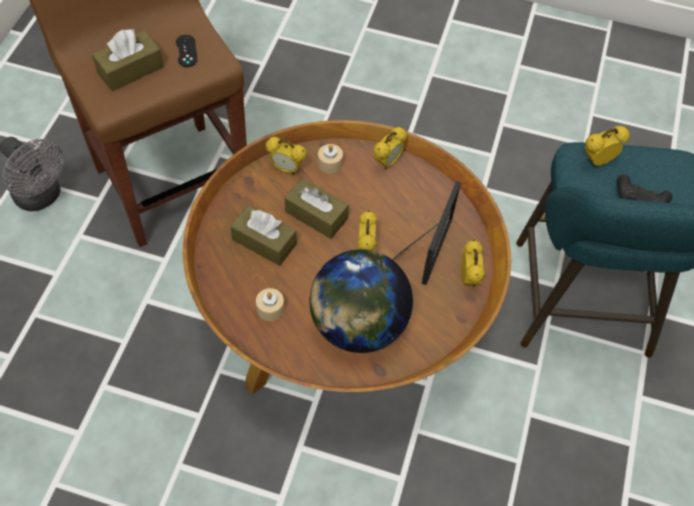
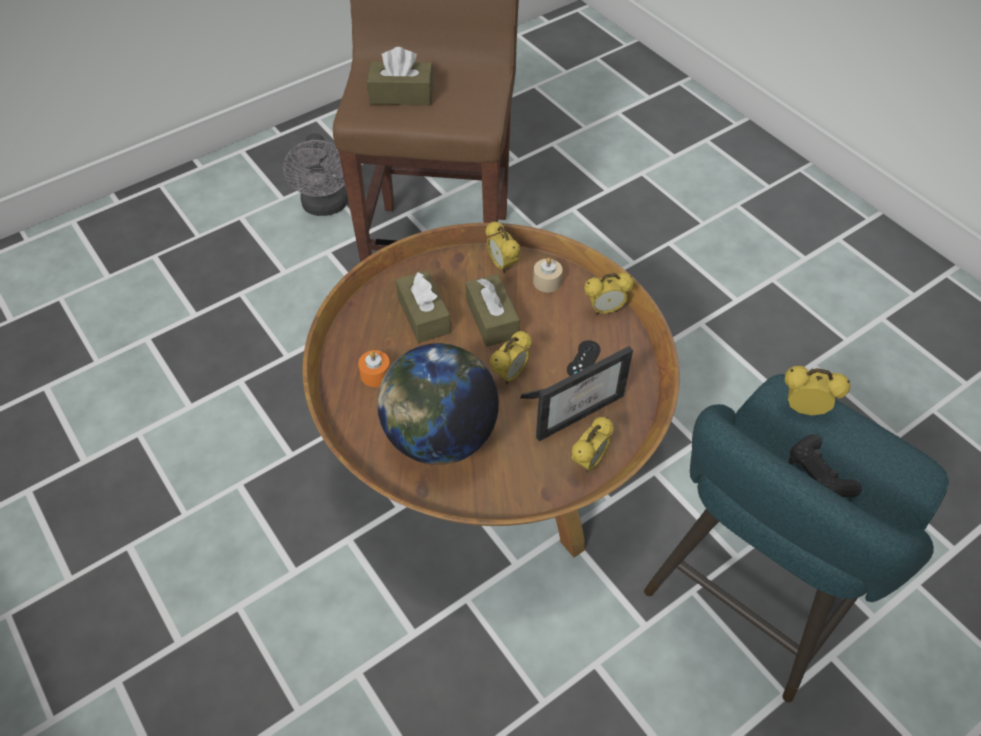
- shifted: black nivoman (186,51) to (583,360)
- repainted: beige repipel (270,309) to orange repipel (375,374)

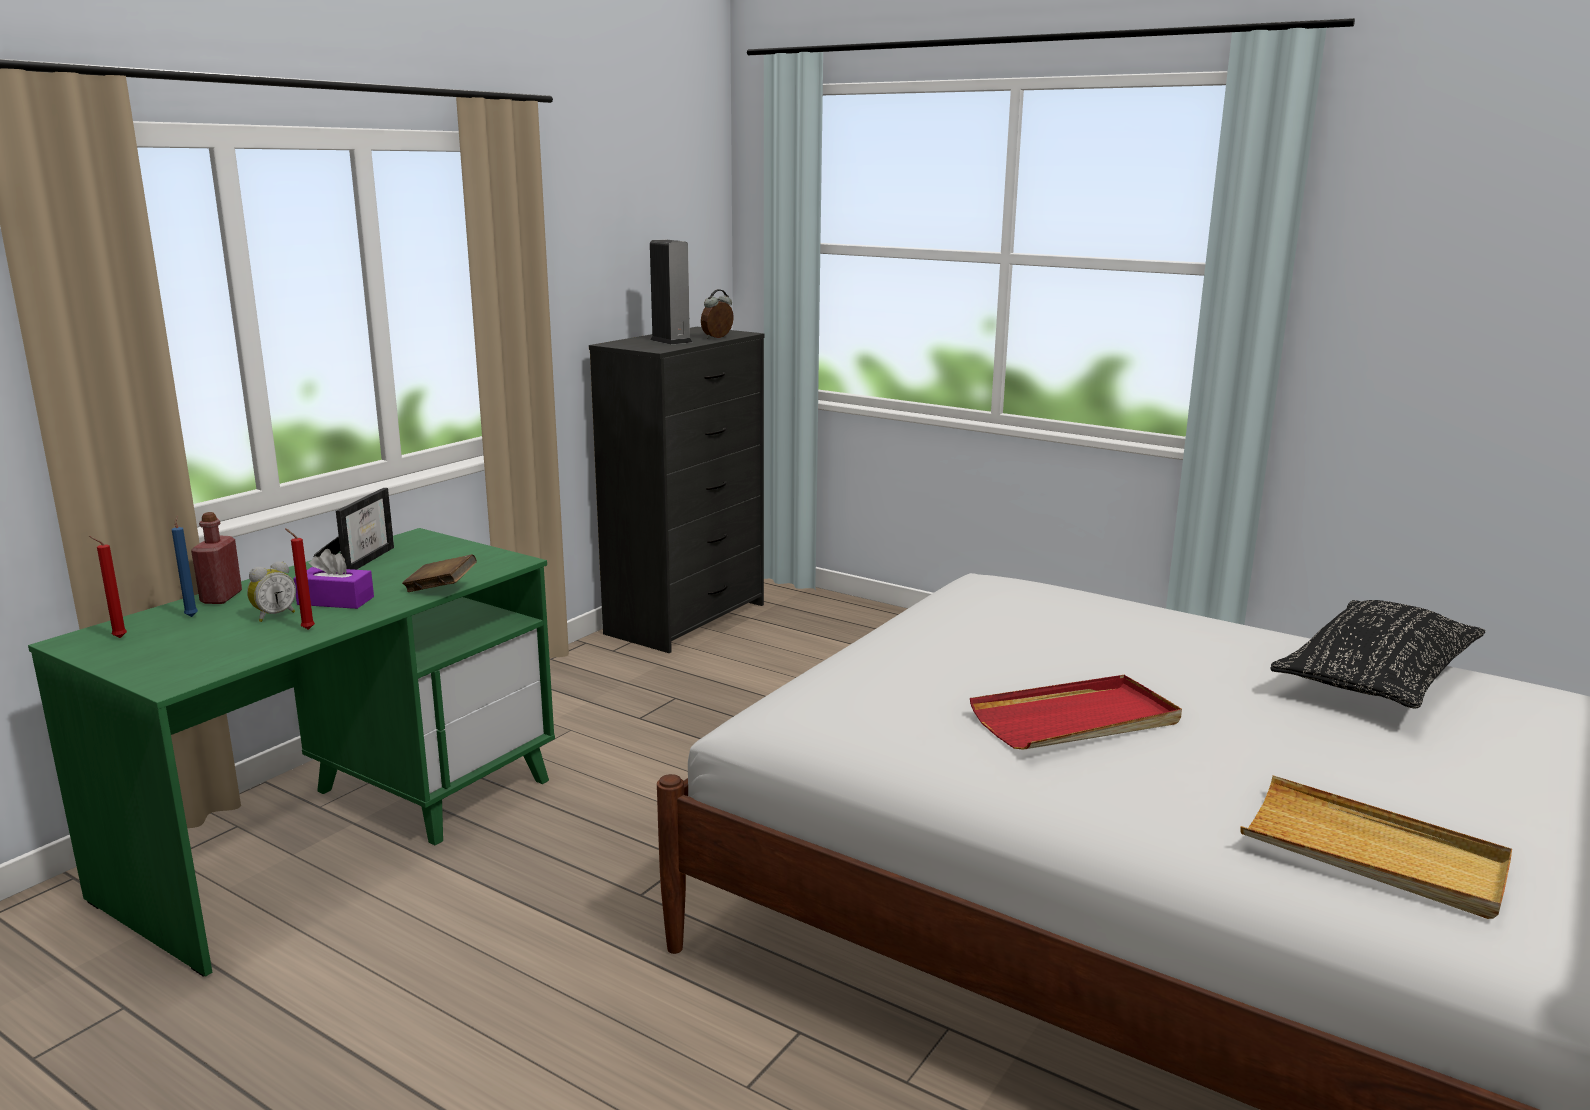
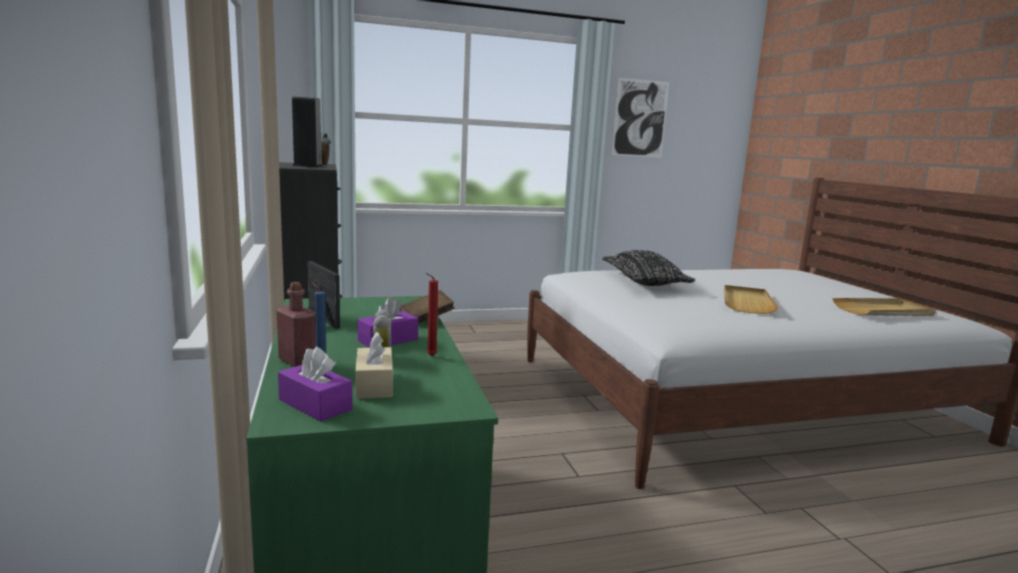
- swapped: red repipel (117,638) to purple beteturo (315,404)
- repainted: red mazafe (1076,720) to beige mazafe (746,302)
- shifted: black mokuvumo (1376,678) to (643,282)
- new: beige beteturo (374,385)
- new: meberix (640,118)

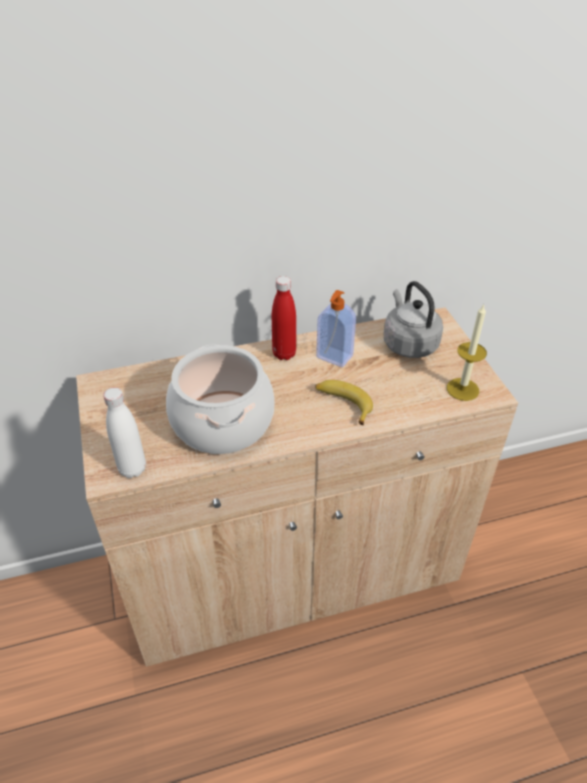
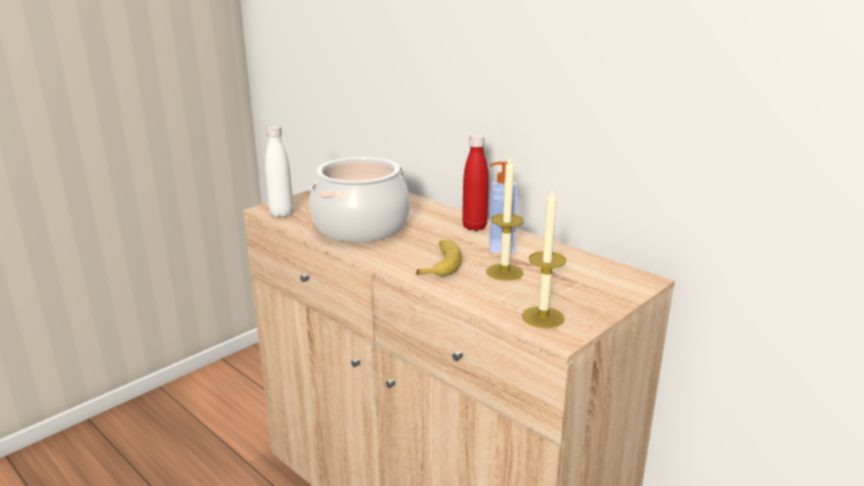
- gone: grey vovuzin (408,343)
- new: repipel (504,272)

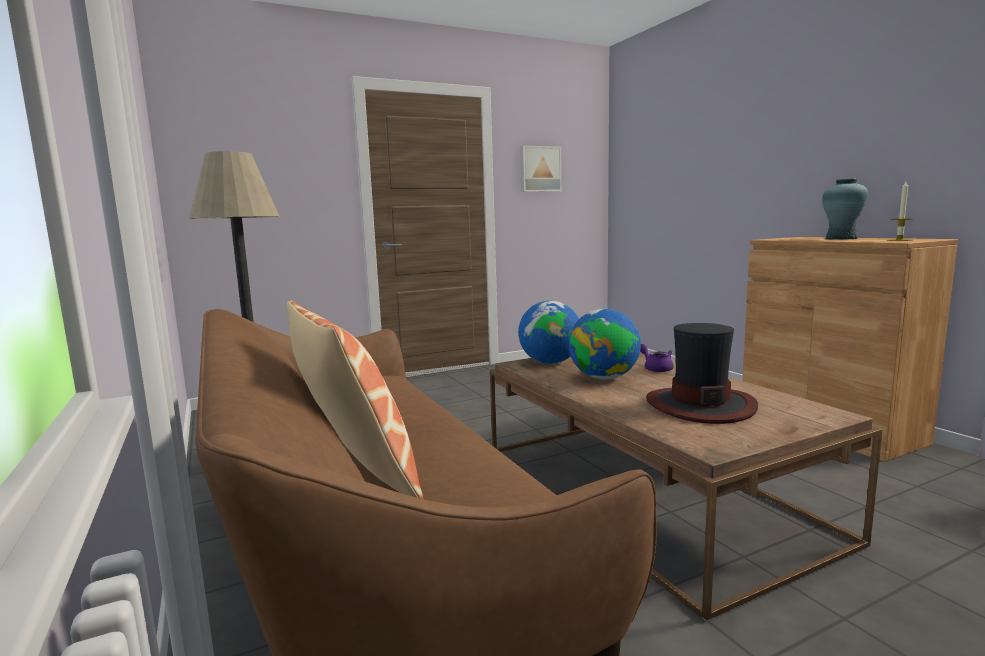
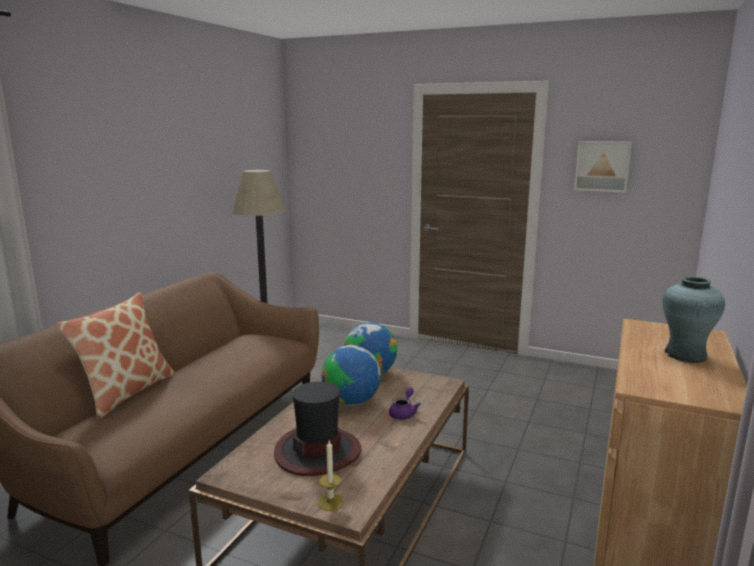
- shifted: repipel (899,240) to (330,502)

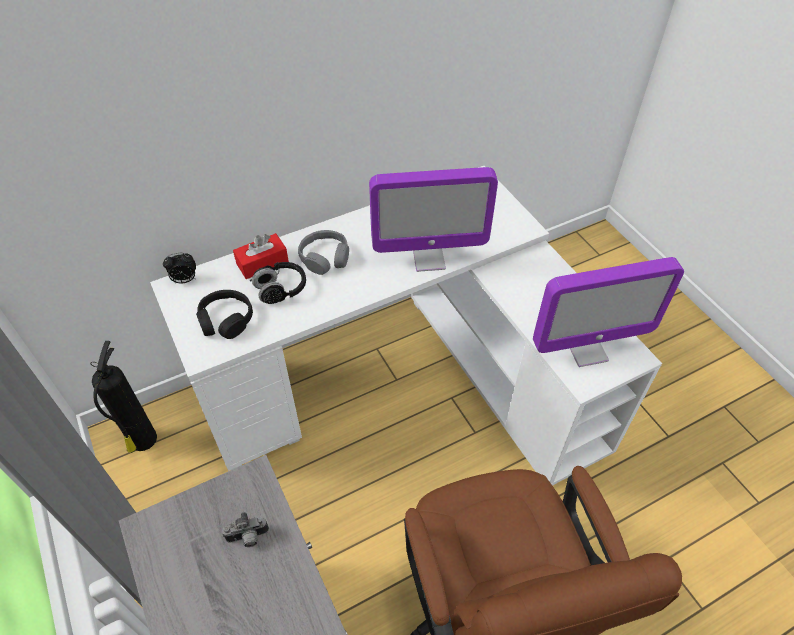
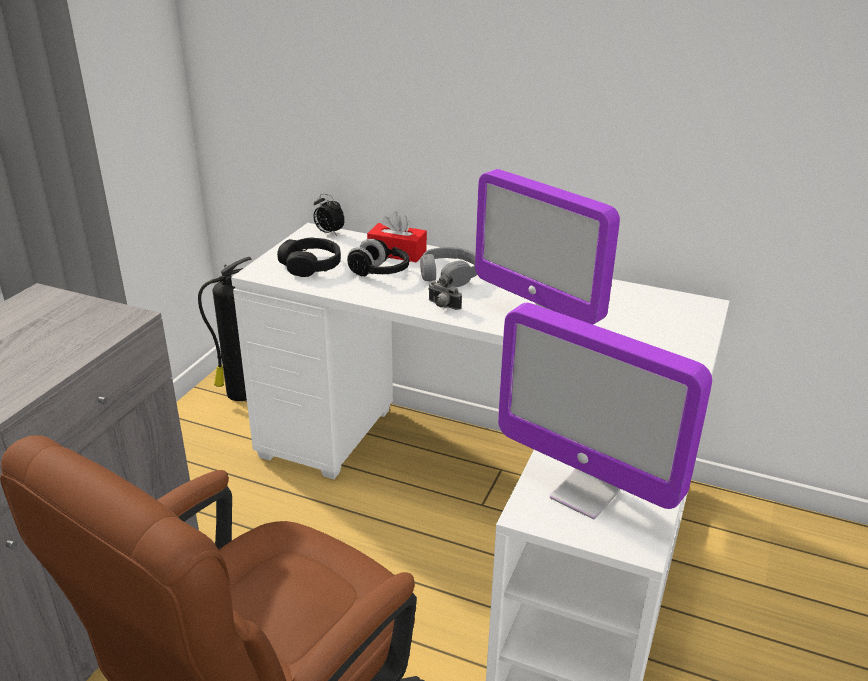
- shifted: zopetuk (248,538) to (442,306)

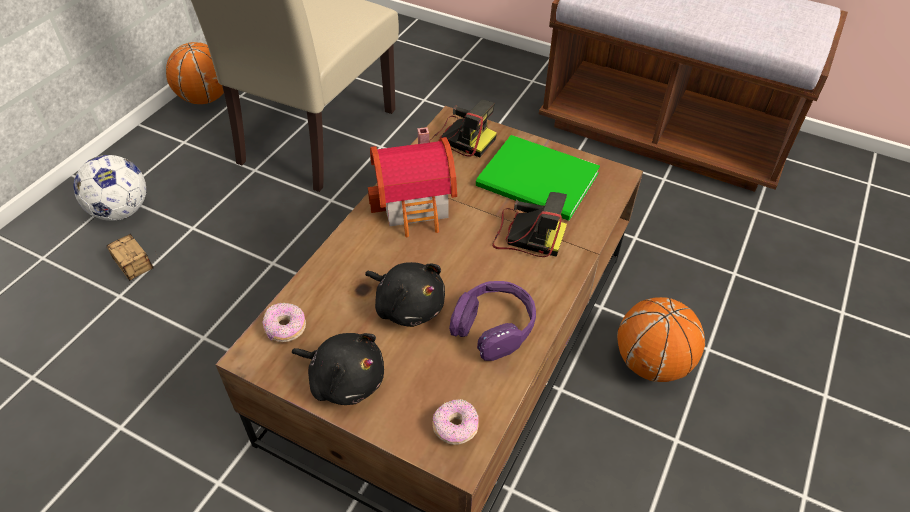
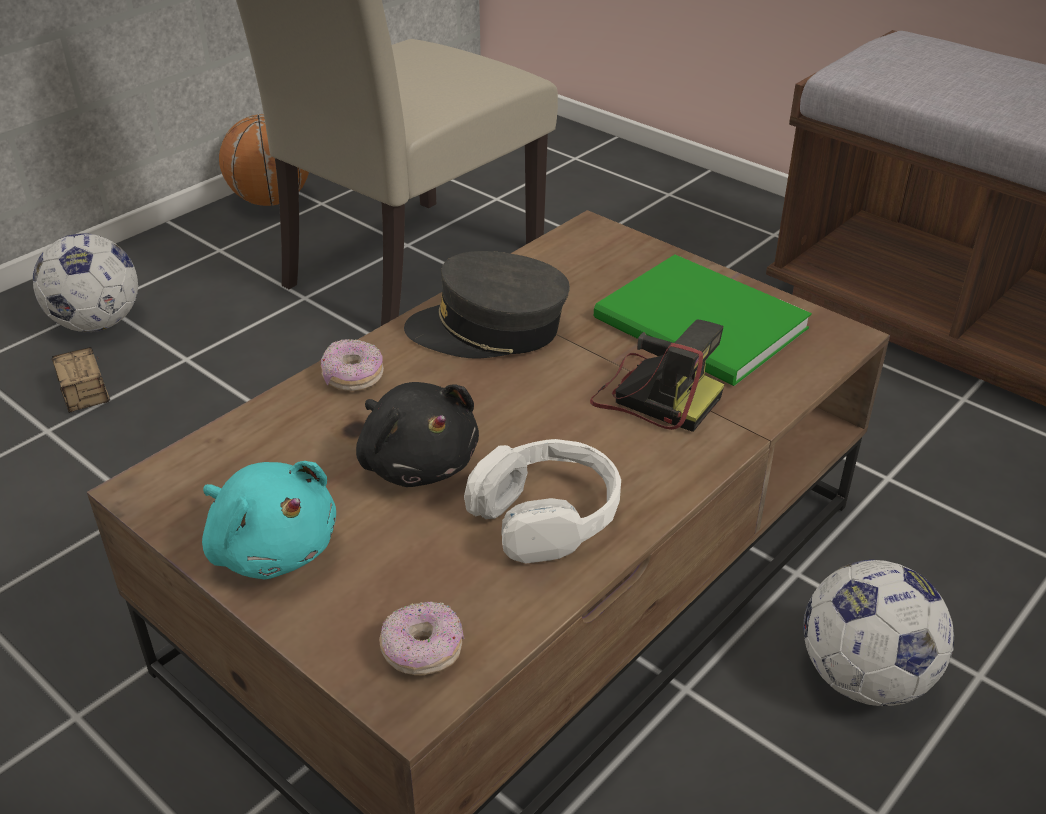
- shifted: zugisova (285,328) to (353,377)
- repainted: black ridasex (344,379) to turquoise ridasex (271,547)
- swapped: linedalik (416,205) to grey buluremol (489,330)
- gone: zopetuk (461,138)
- repainted: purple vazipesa (493,327) to white vazipesa (547,516)
- swapped: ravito (651,363) to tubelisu (864,678)

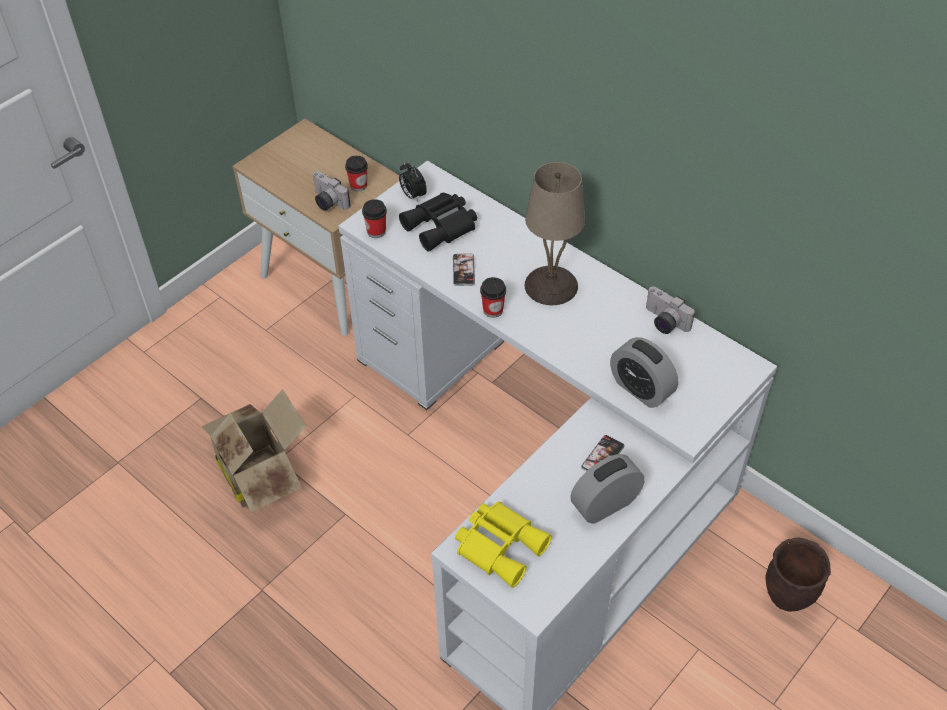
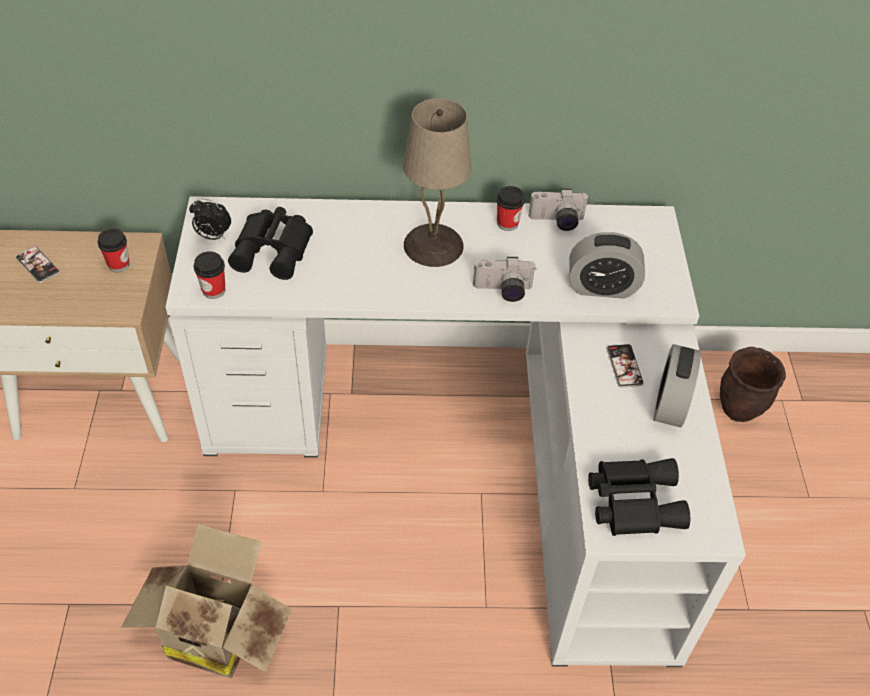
- shifted: zopetuk (327,202) to (503,291)
- shifted: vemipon (463,270) to (38,265)
- repainted: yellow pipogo (500,545) to black pipogo (632,500)
- shifted: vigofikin (493,310) to (507,223)

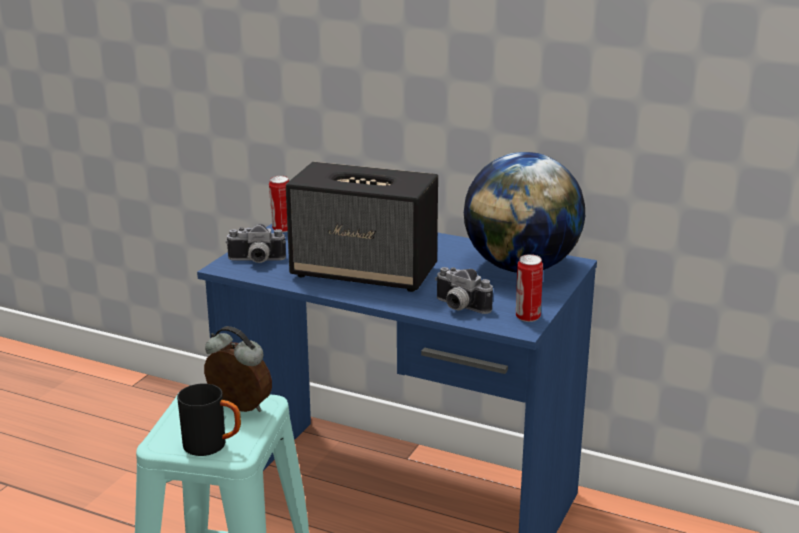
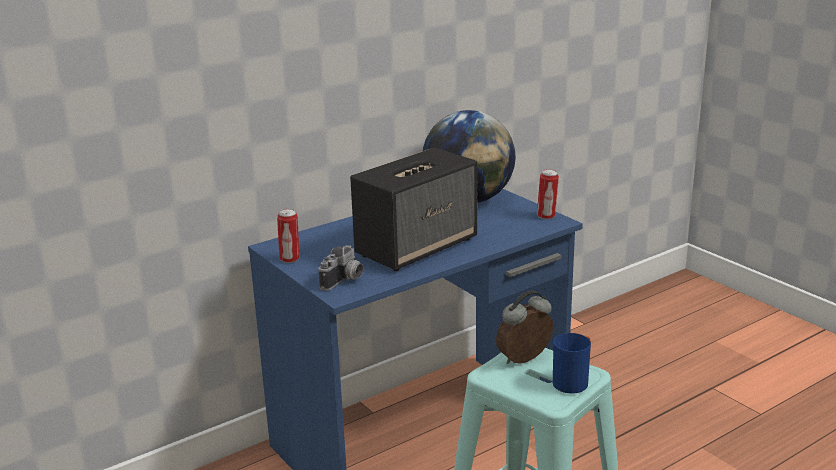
- repainted: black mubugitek (213,446) to blue mubugitek (574,381)
- gone: zopetuk (458,307)

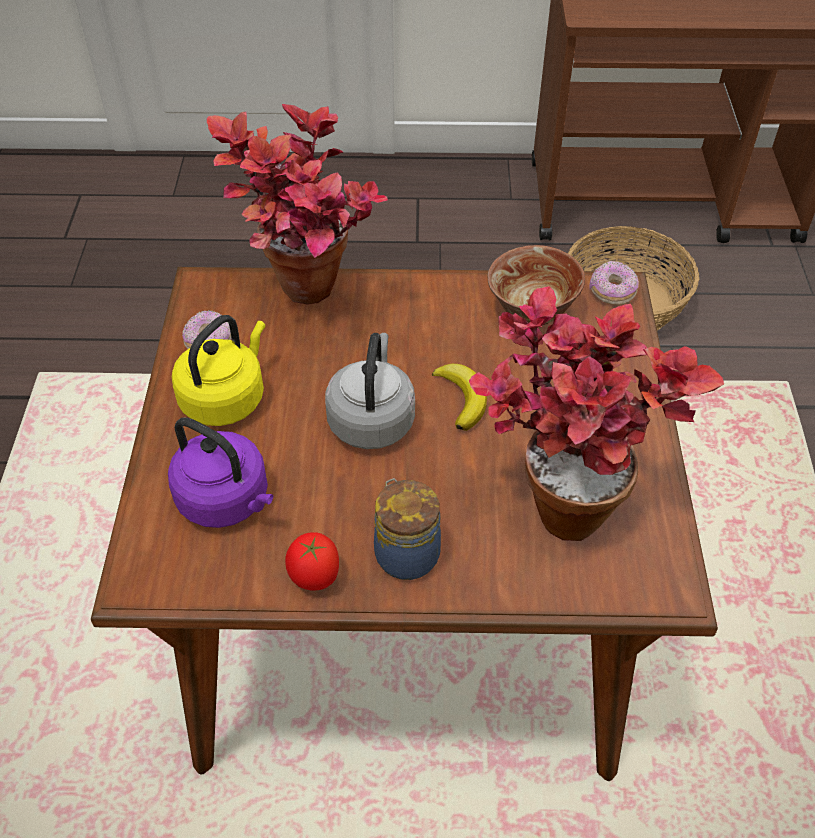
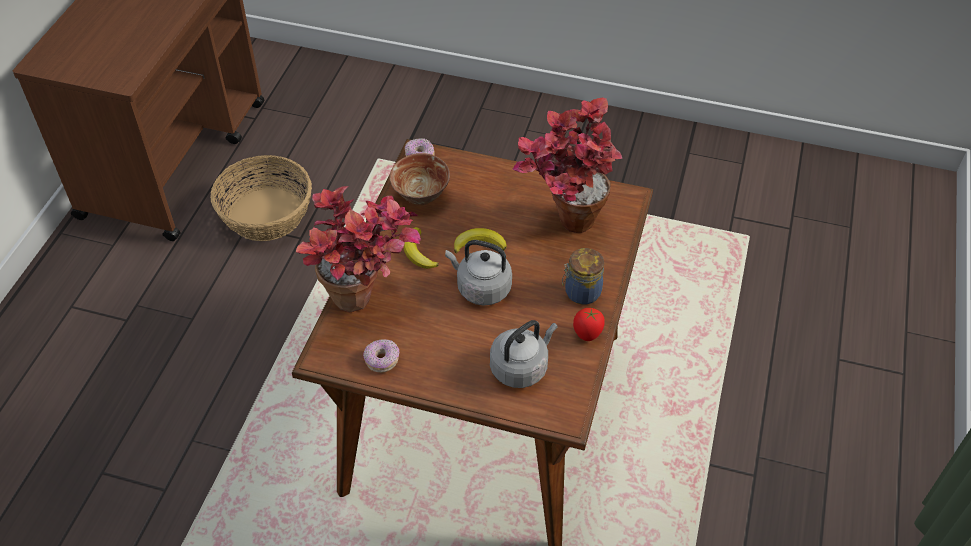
- repainted: purple vovuzin (227,500) to grey vovuzin (521,367)
- gone: yellow vovuzin (226,398)
- new: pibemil (418,252)

